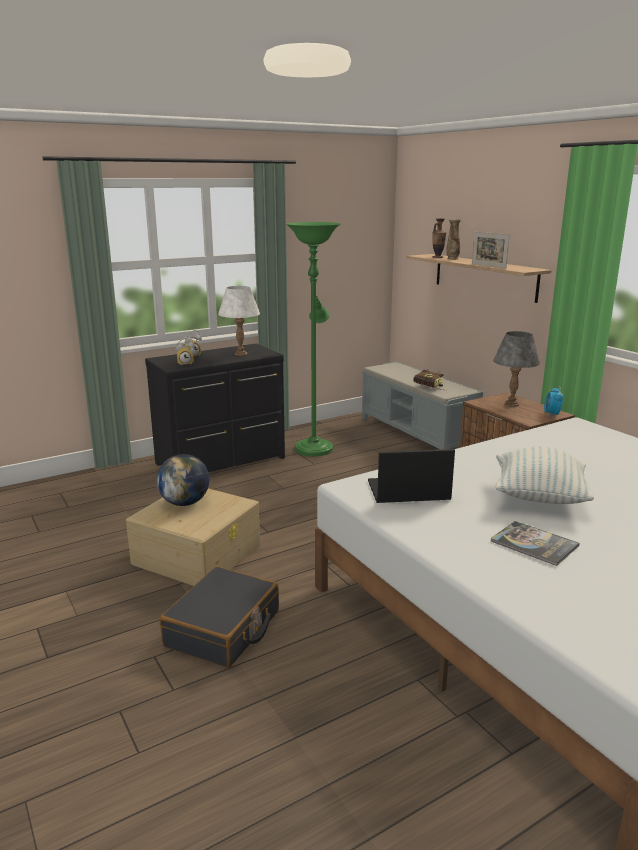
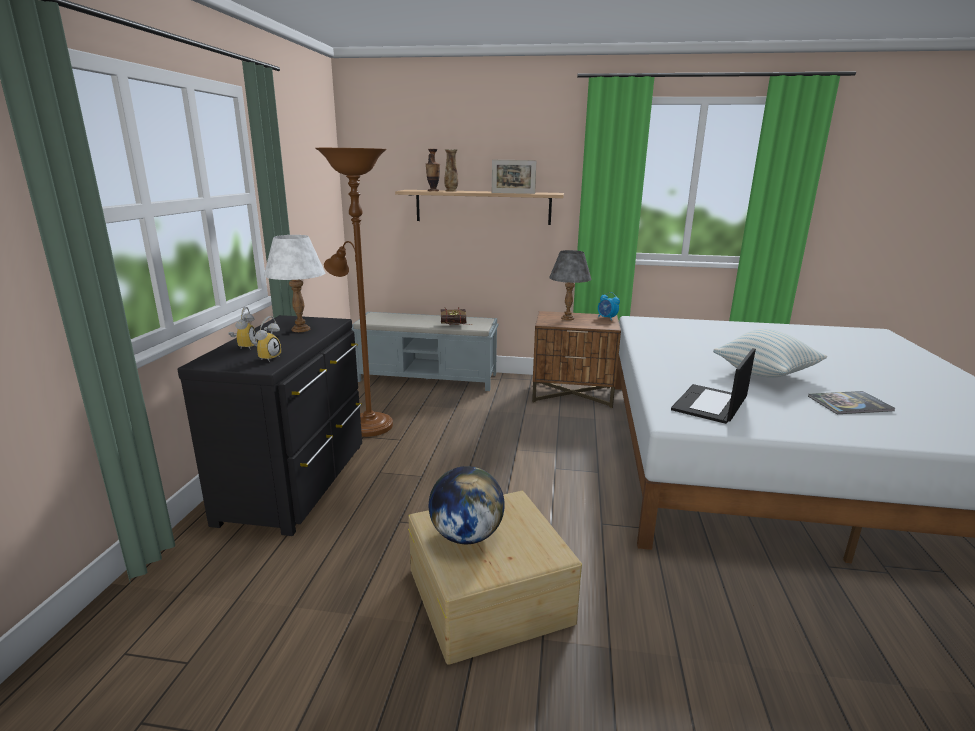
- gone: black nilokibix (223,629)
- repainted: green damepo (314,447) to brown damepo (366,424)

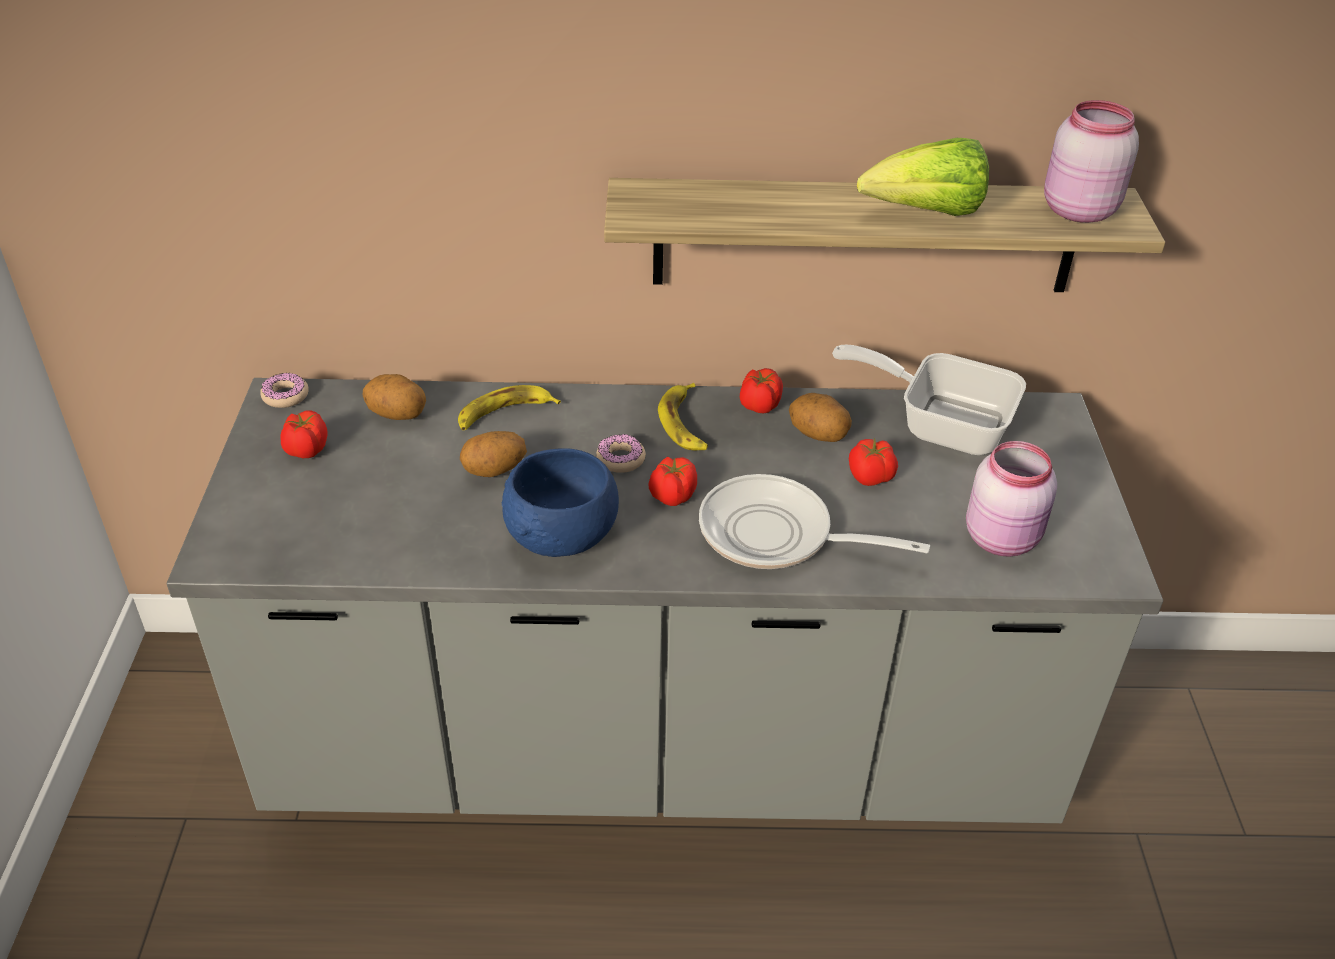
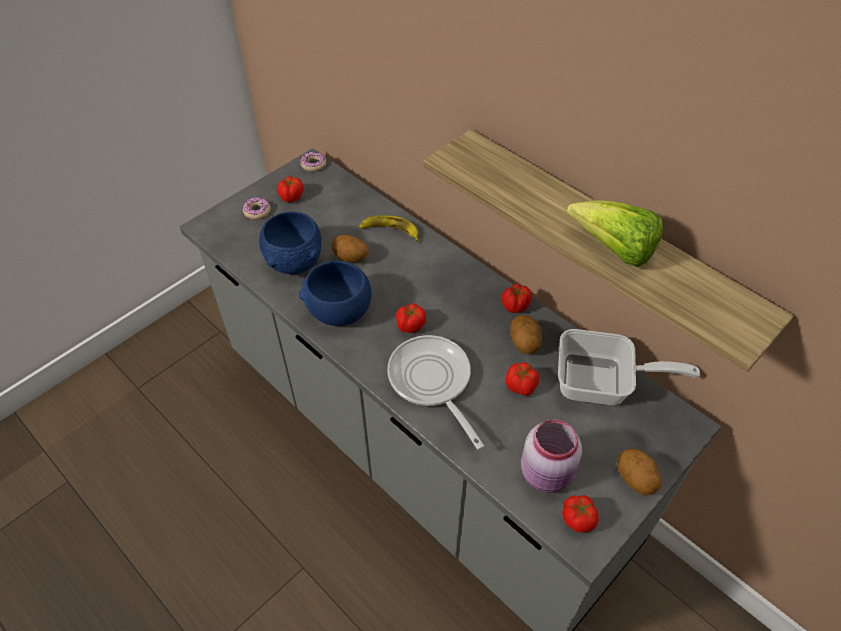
- shifted: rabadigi (397,414) to (635,479)
- shifted: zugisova (621,459) to (257,211)
- gone: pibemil (685,423)
- rotated: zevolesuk (940,423) = (602,384) 120 degrees clockwise
- gone: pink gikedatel (1076,210)
- new: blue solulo (295,260)
- new: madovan (577,519)

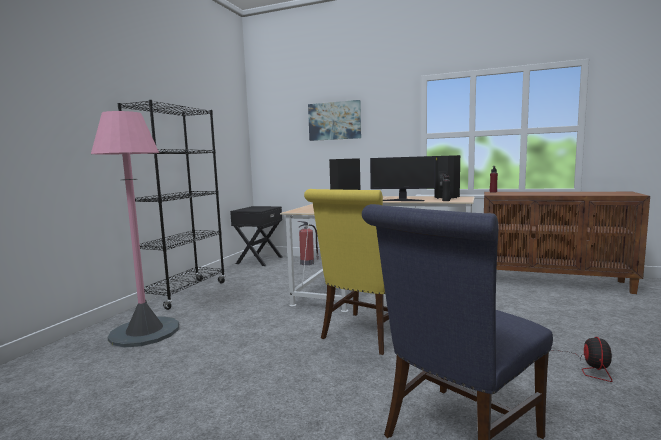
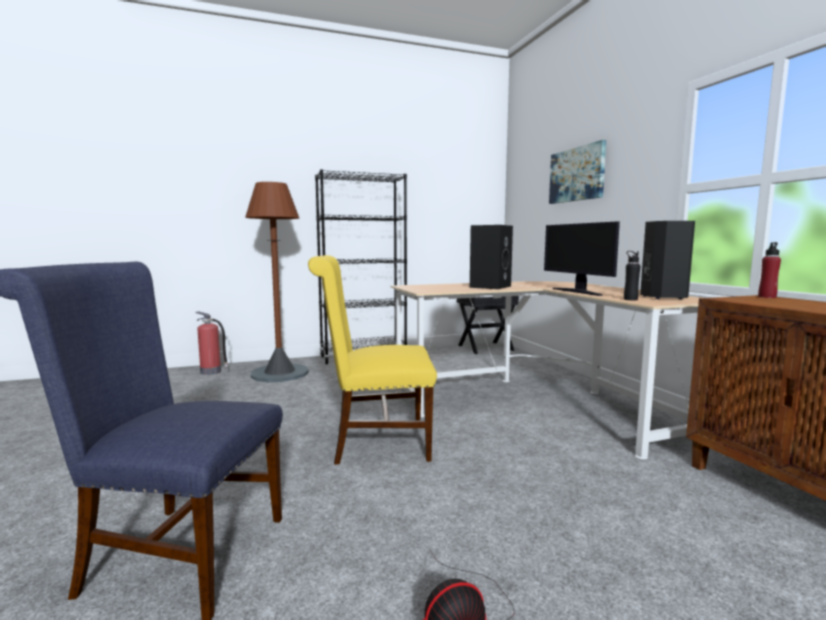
- repainted: pink damepo (144,332) to brown damepo (279,373)
- shifted: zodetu (308,263) to (211,372)

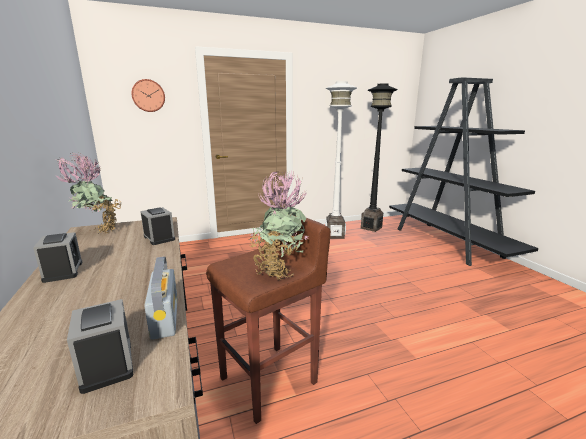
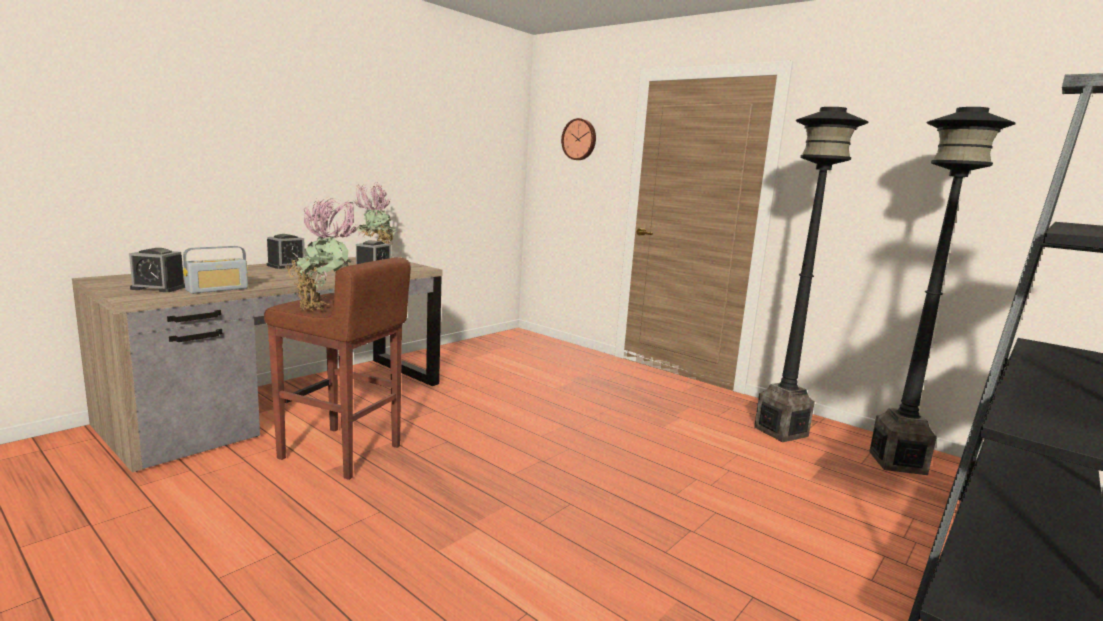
- rotated: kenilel (107,364) = (158,288) 60 degrees clockwise
- repainted: white damepo (334,235) to black damepo (780,431)

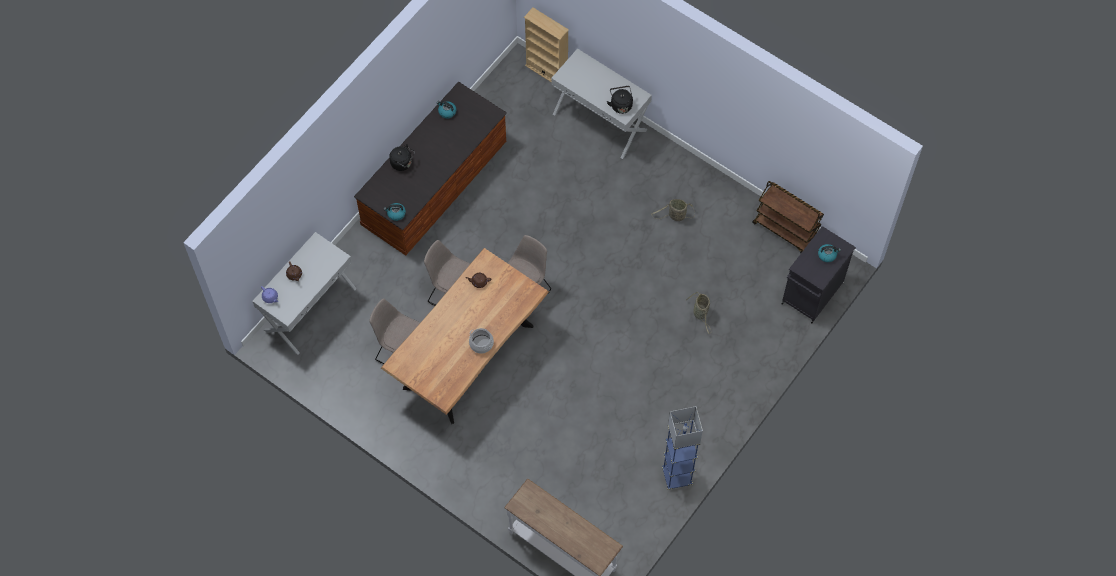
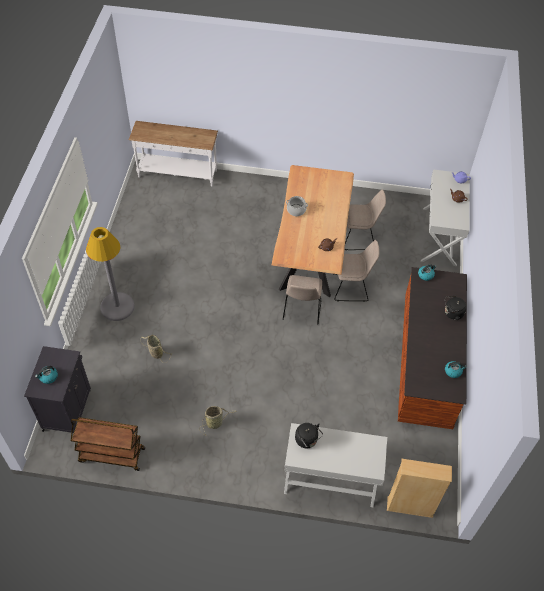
- gone: blue damepo (677,476)
- new: grey damepo (117,307)

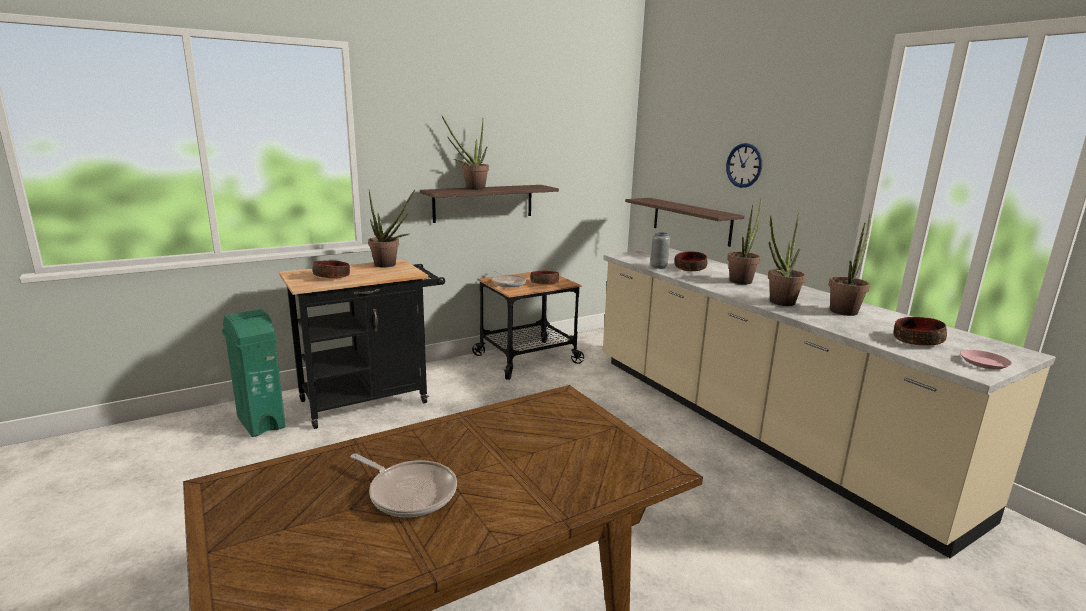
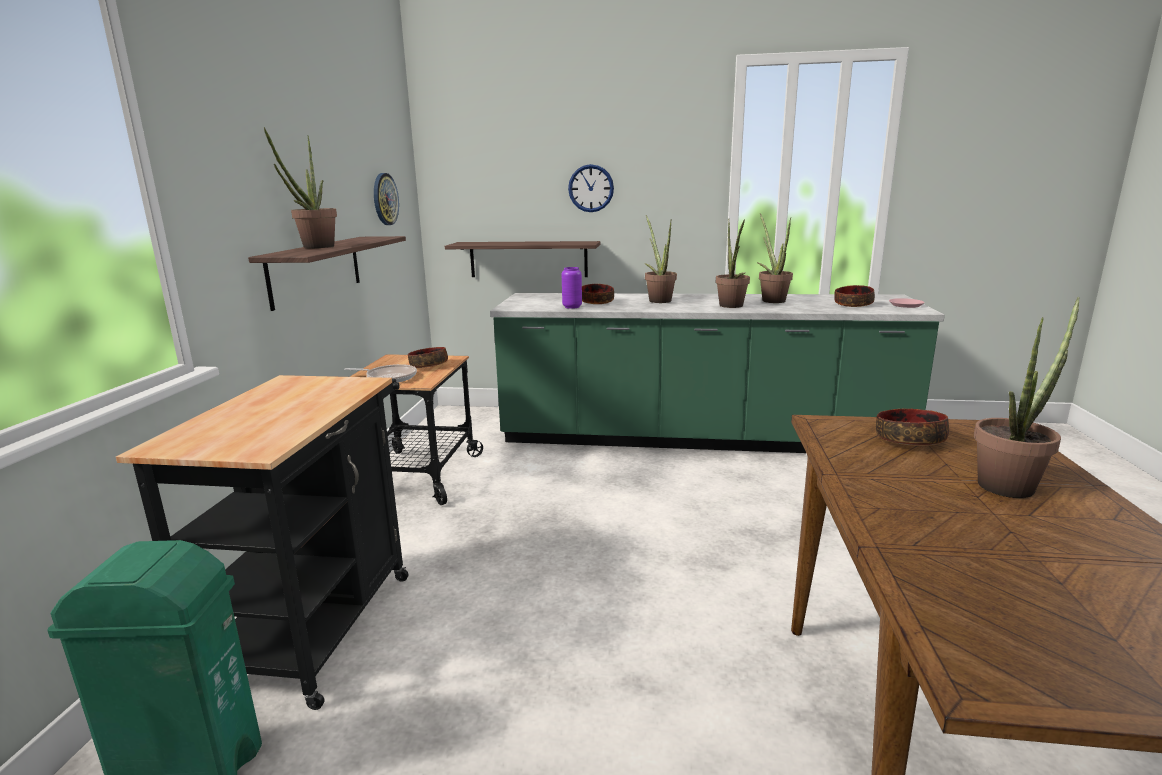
- shifted: solulo (332,277) to (910,440)
- gone: zevolesuk (409,492)
- shifted: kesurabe (389,265) to (1011,483)
- repainted: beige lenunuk (753,427) to green lenunuk (698,438)
- repainted: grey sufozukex (658,267) to purple sufozukex (572,307)
- new: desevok (385,199)

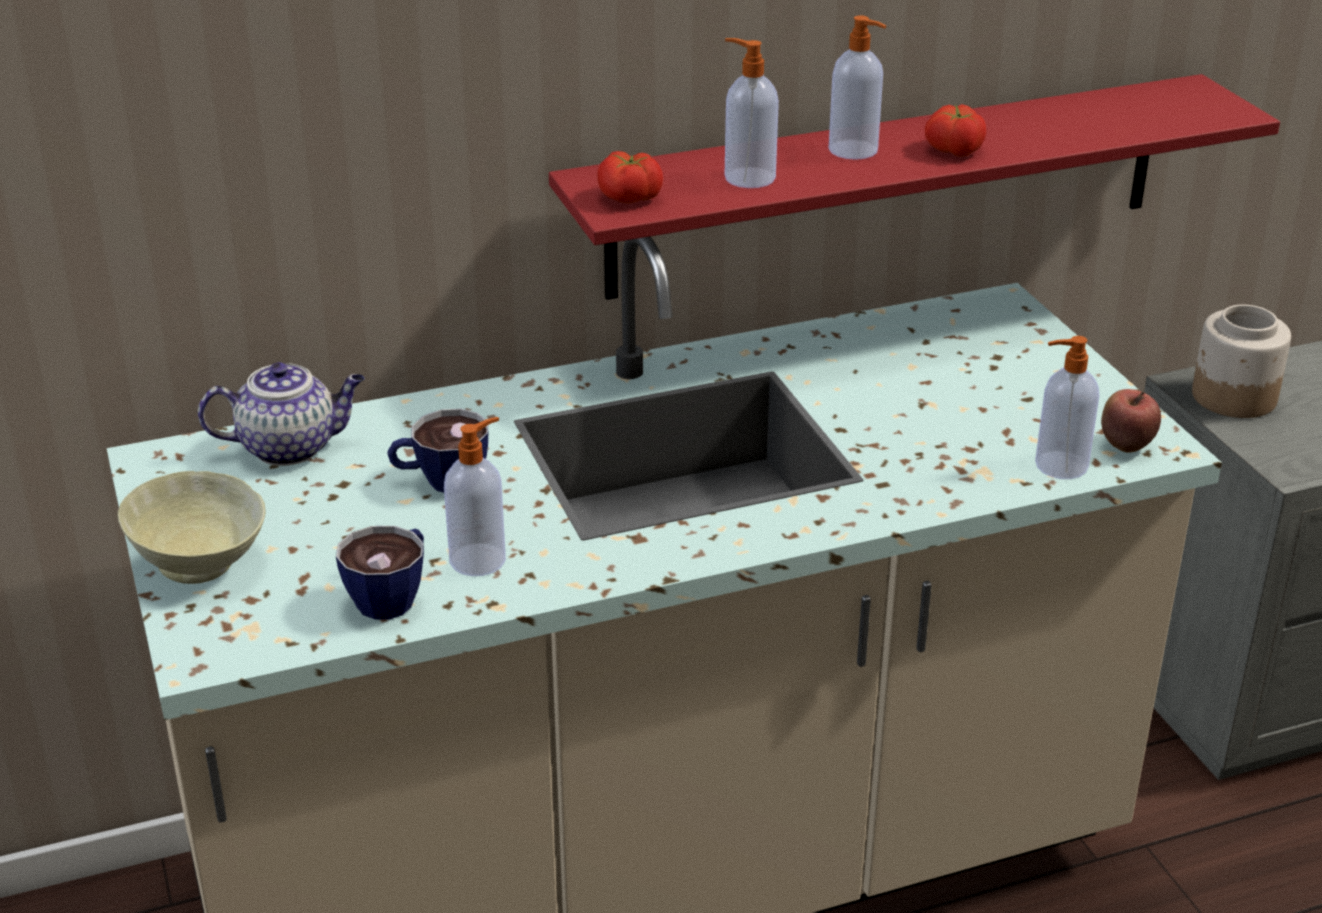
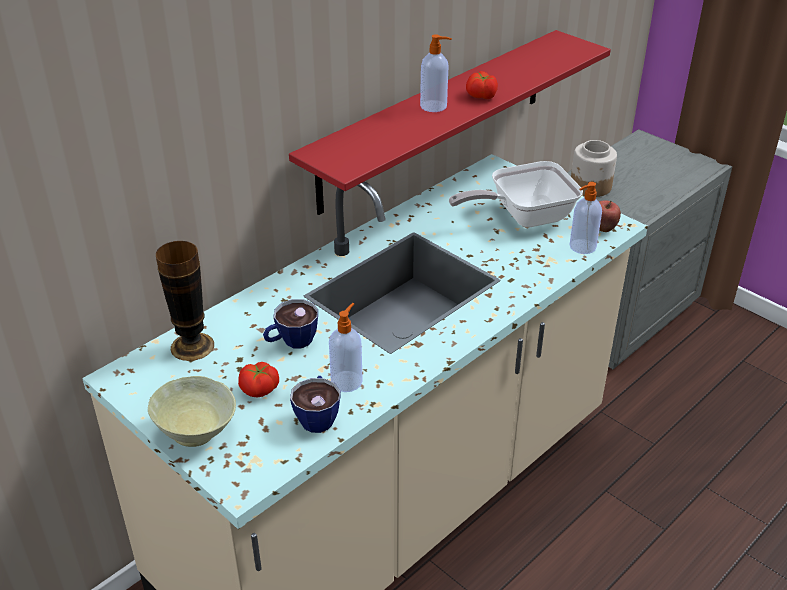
- swapped: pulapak (290,447) to sufozukex (192,346)
- shifted: madovan (629,198) to (259,389)
- gone: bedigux (748,178)
- new: zevolesuk (523,217)

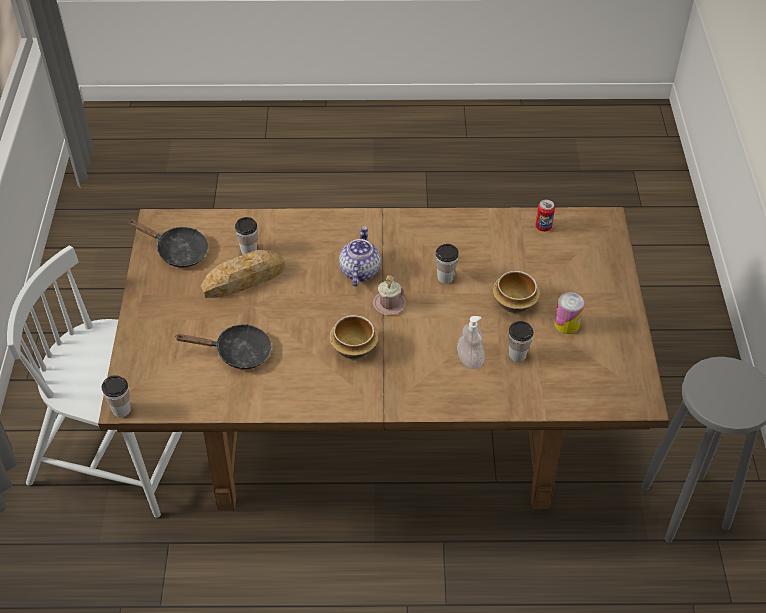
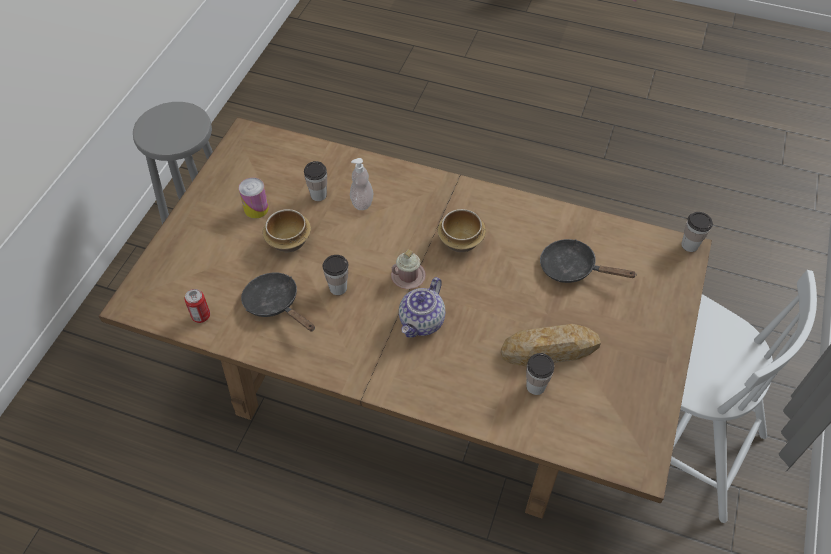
- shifted: black zevolesuk (178,251) to (275,304)

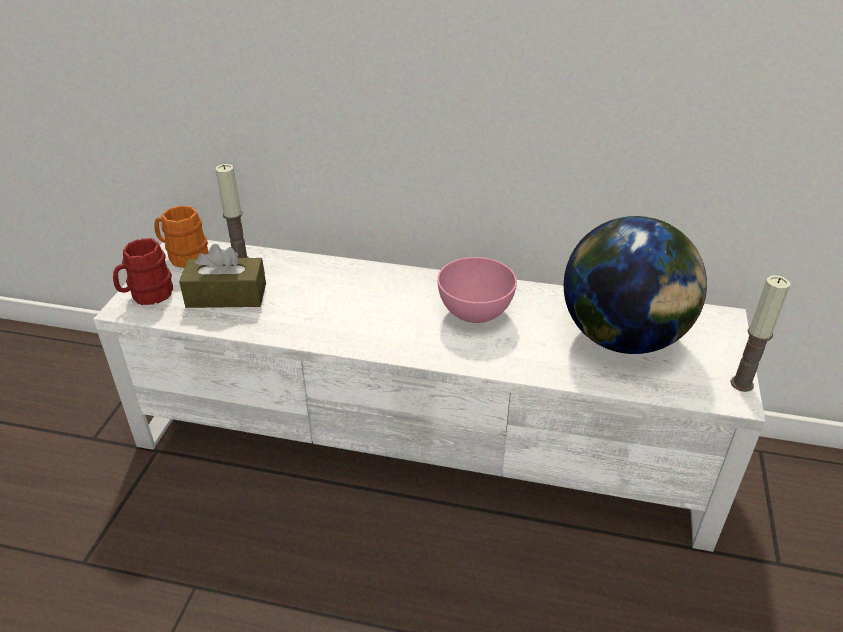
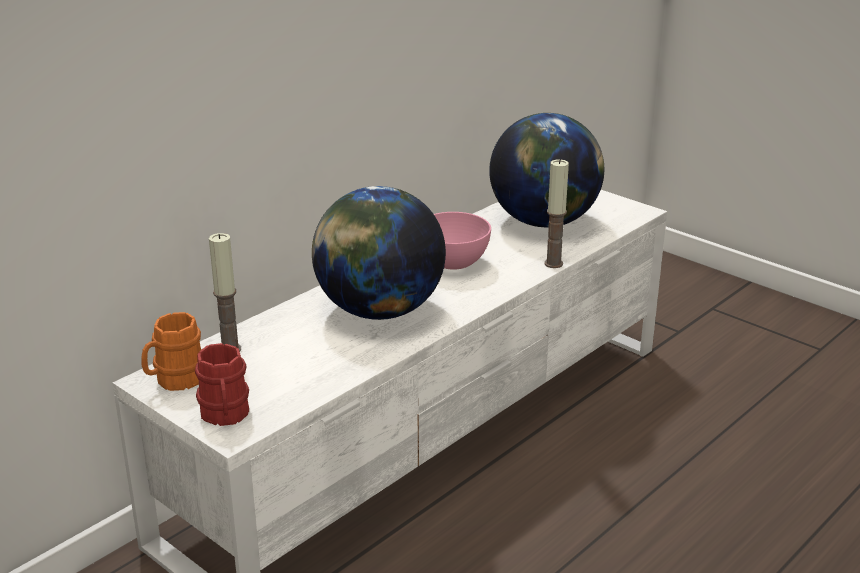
- gone: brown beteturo (226,295)
- shifted: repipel (742,384) to (553,263)
- new: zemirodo (379,311)

